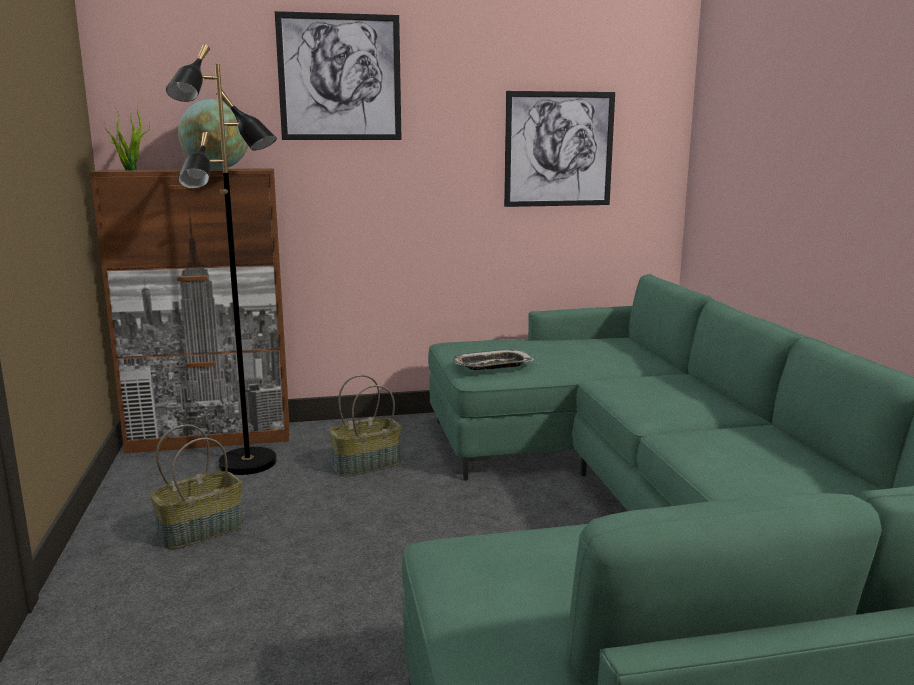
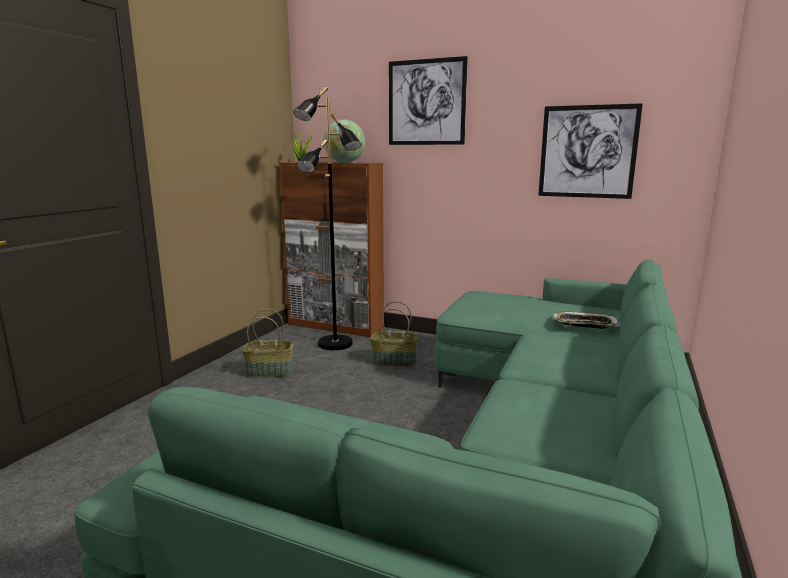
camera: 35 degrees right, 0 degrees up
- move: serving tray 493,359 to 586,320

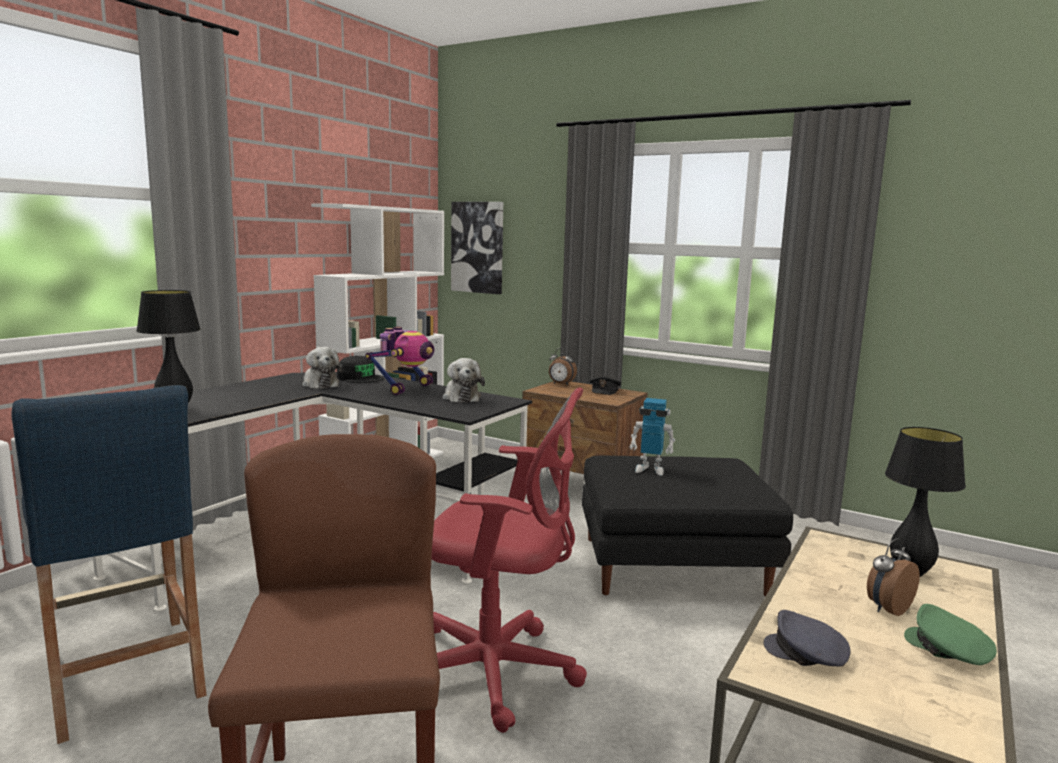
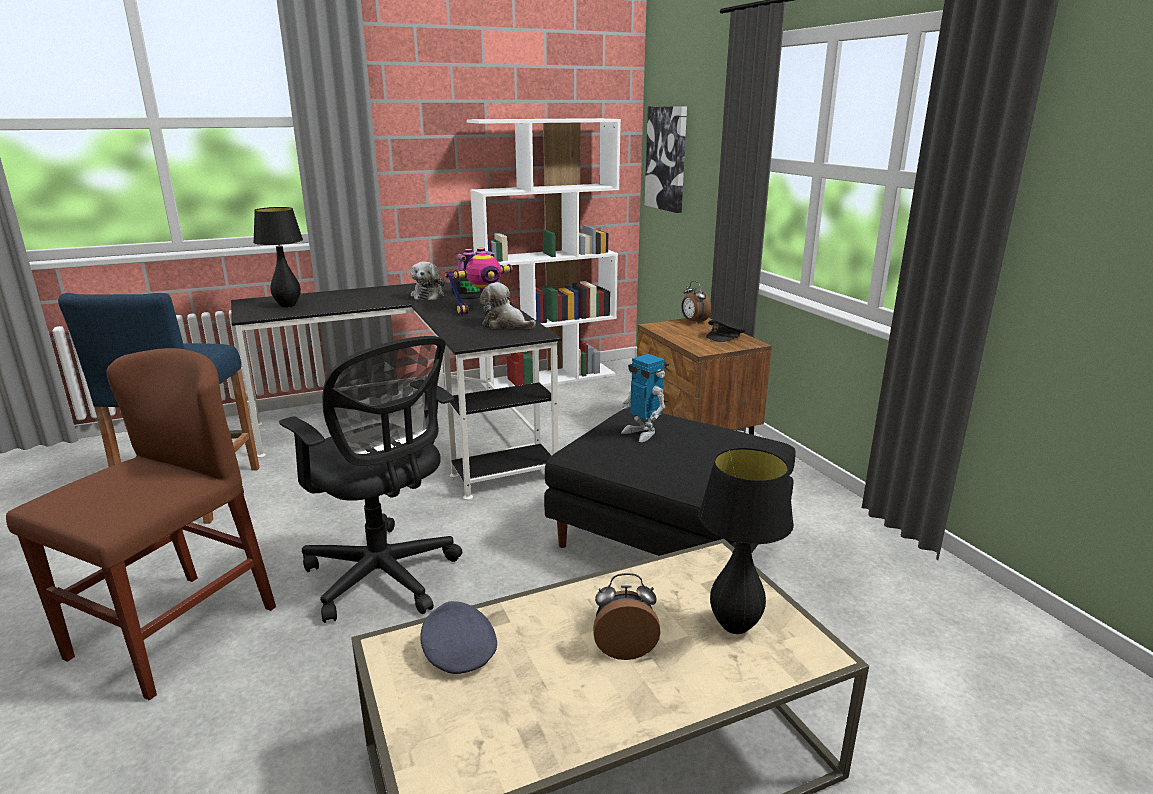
camera: 35 degrees right, 10 degrees up
- rotate: soft toy 463,380 = 508,305 105 degrees clockwise
- recolor: reddish desk chair 509,560 to blackish desk chair 371,479
- delete: green-coloured baseball cap 950,634

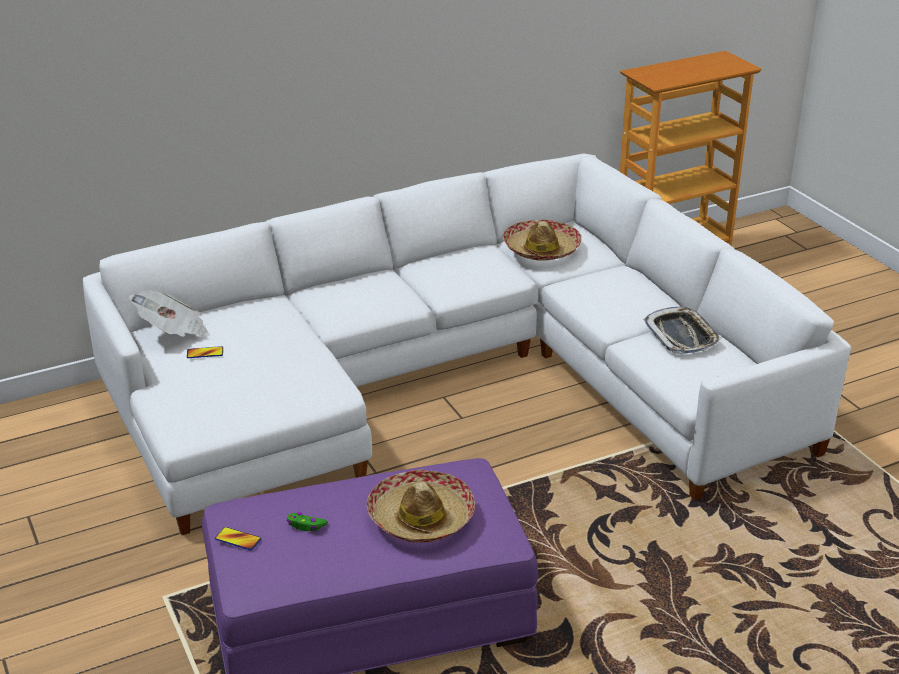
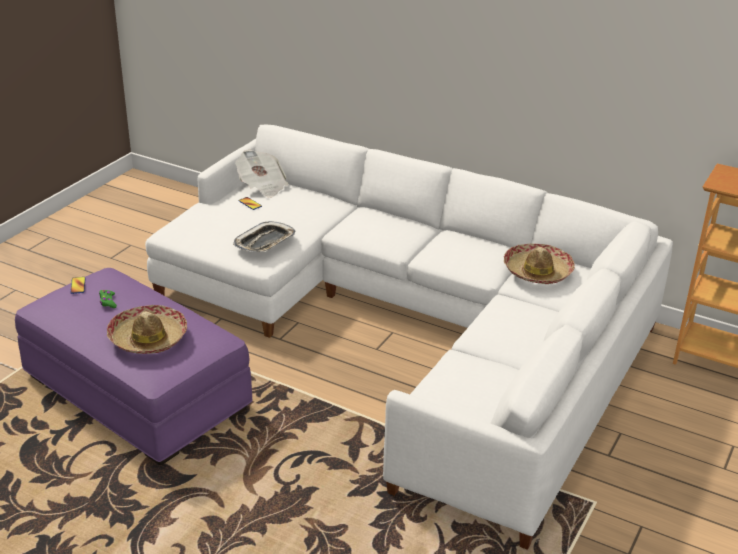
camera: 55 degrees right, 0 degrees up
- move: serving tray 682,330 to 264,236

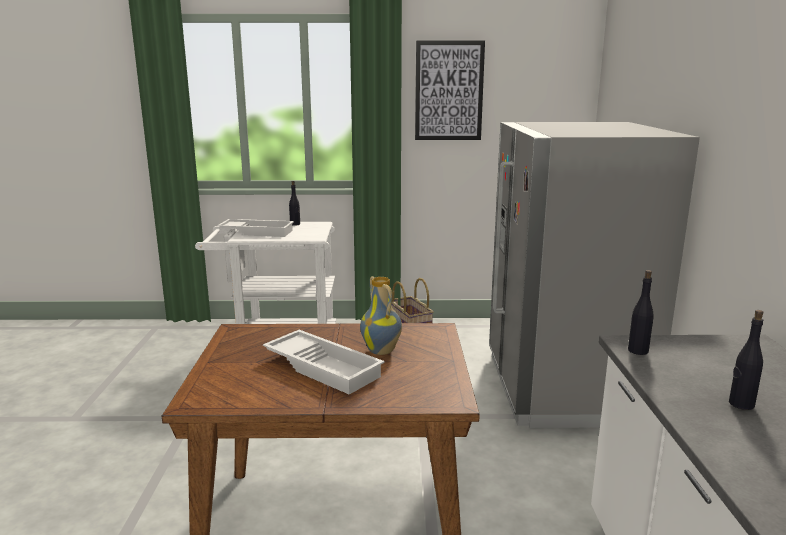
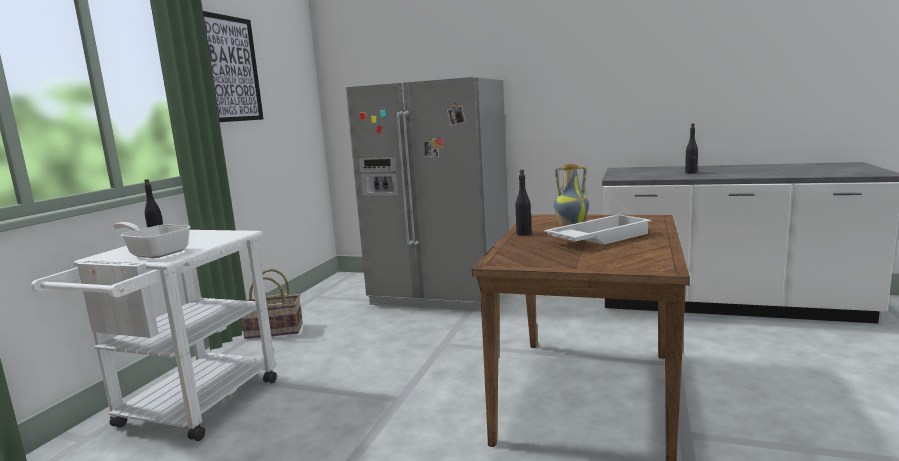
camera: 70 degrees left, 5 degrees down
- replace: white serving tray 255,228 to pan 151,240
- move: blackish beverage bottle 641,312 to 523,203

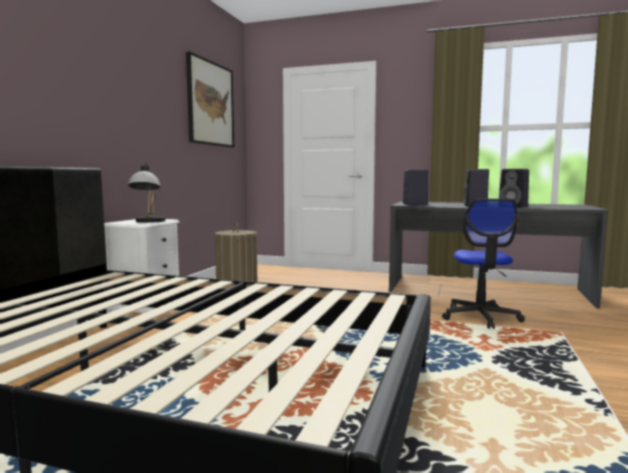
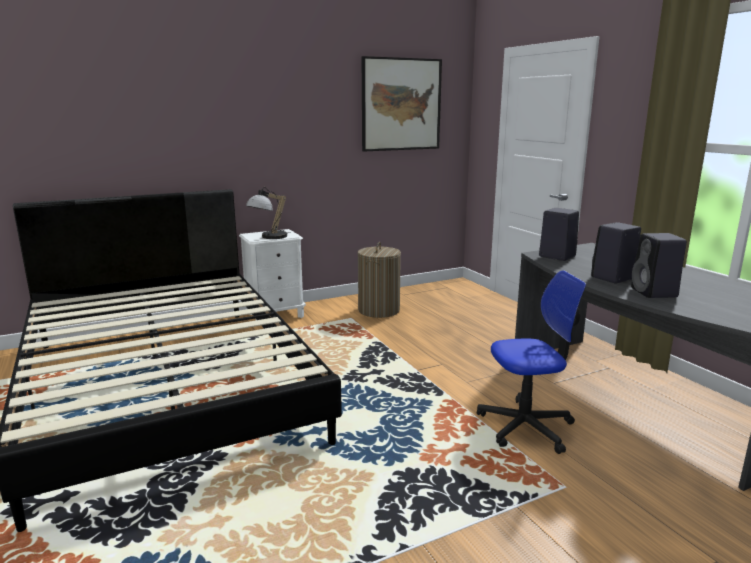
camera: 45 degrees right, 10 degrees up
- rotate: desk chair 483,264 = 531,362 150 degrees counterclockwise

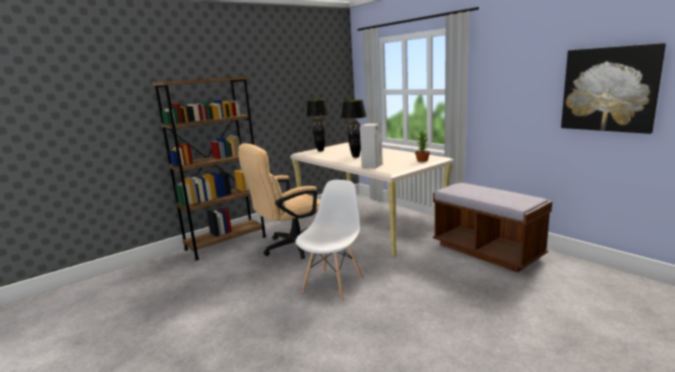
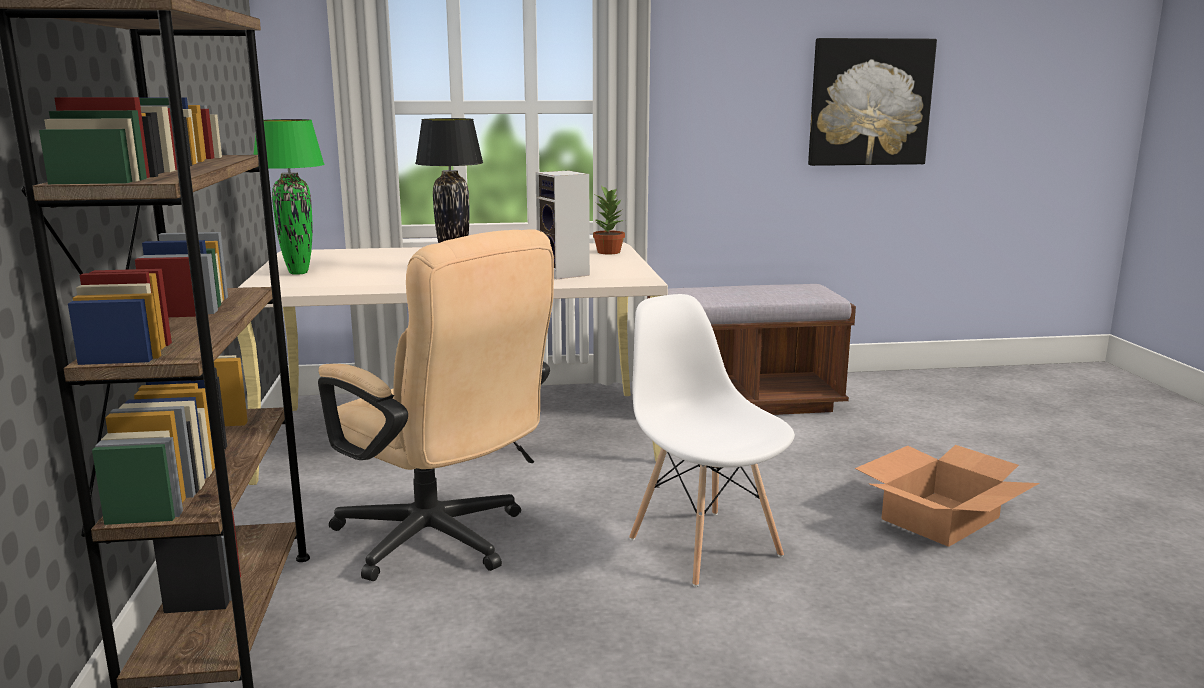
camera: 60 degrees left, 0 degrees up
- recolor: blackish lamp for a table 317,125 to green-coloured lamp for a table 289,197
- rotate: beige desk chair 279,201 = 436,405 45 degrees counterclockwise
- insert: carton 947,496

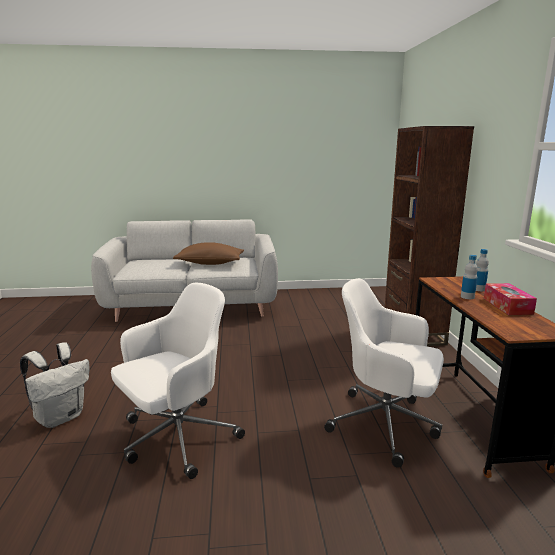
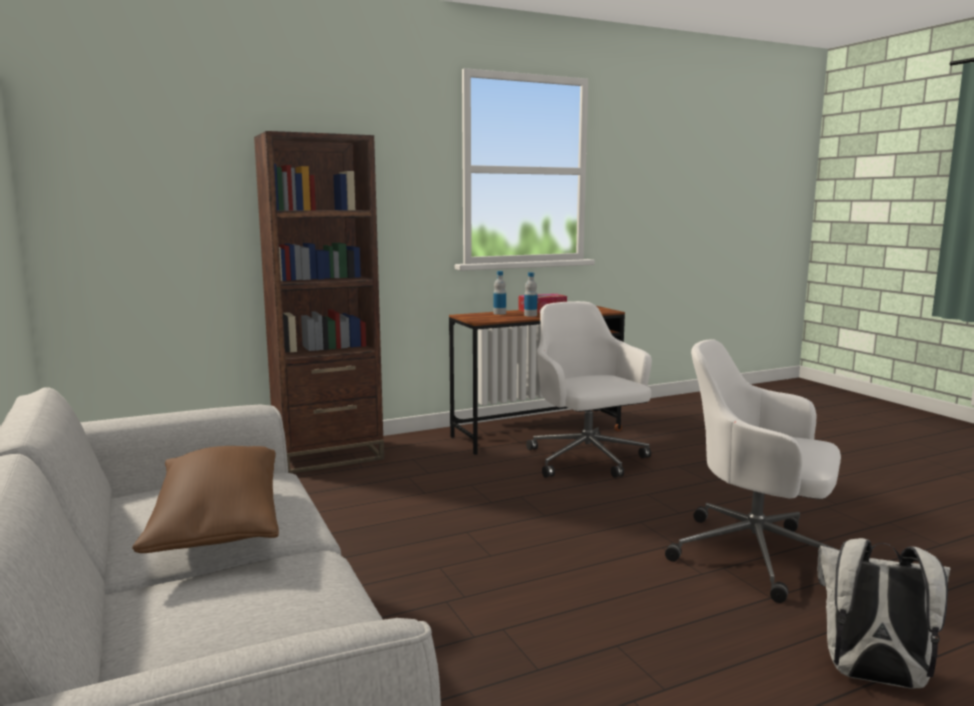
camera: 110 degrees left, 5 degrees down
- rotate: white desk chair 384,373 = 589,389 150 degrees clockwise

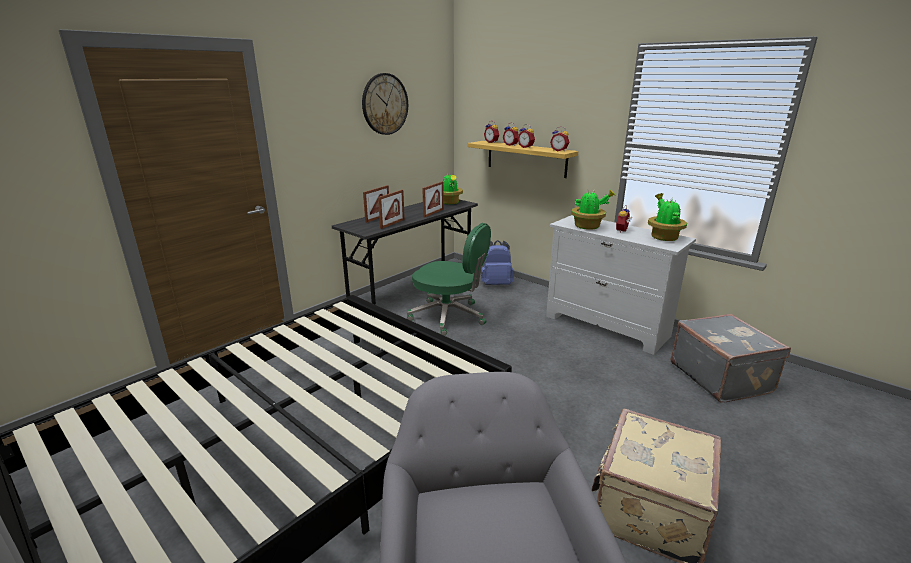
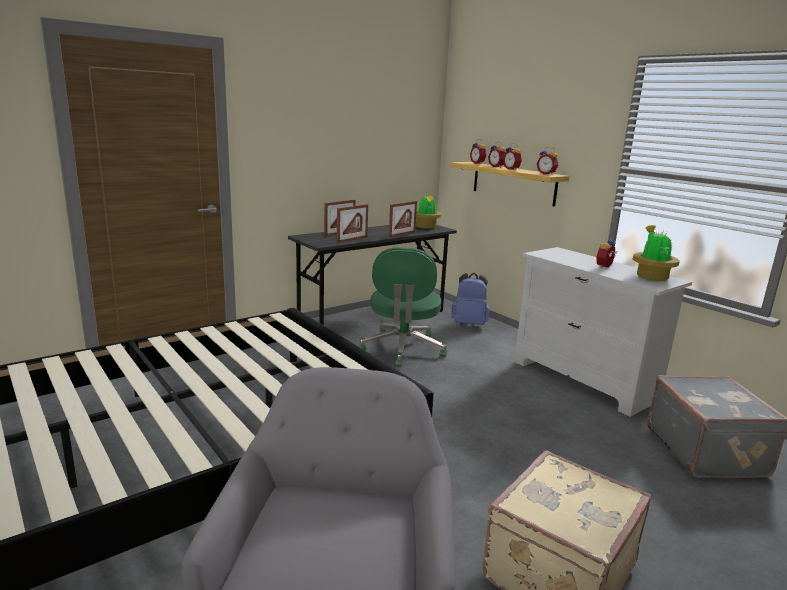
camera: 10 degrees right, 5 degrees down
- delete: wall clock 385,104
- delete: houseplant 593,210
- rotate: green-coloured desk chair 449,279 = 403,307 60 degrees clockwise

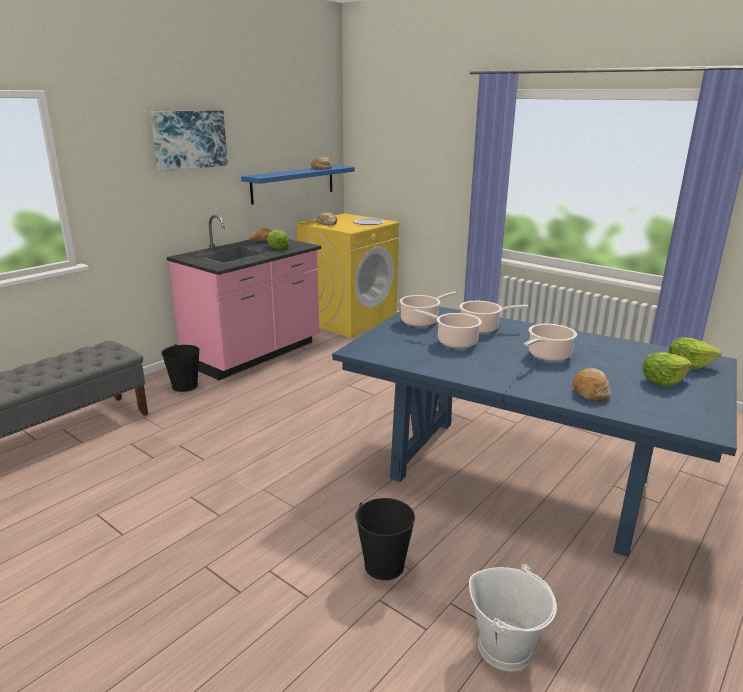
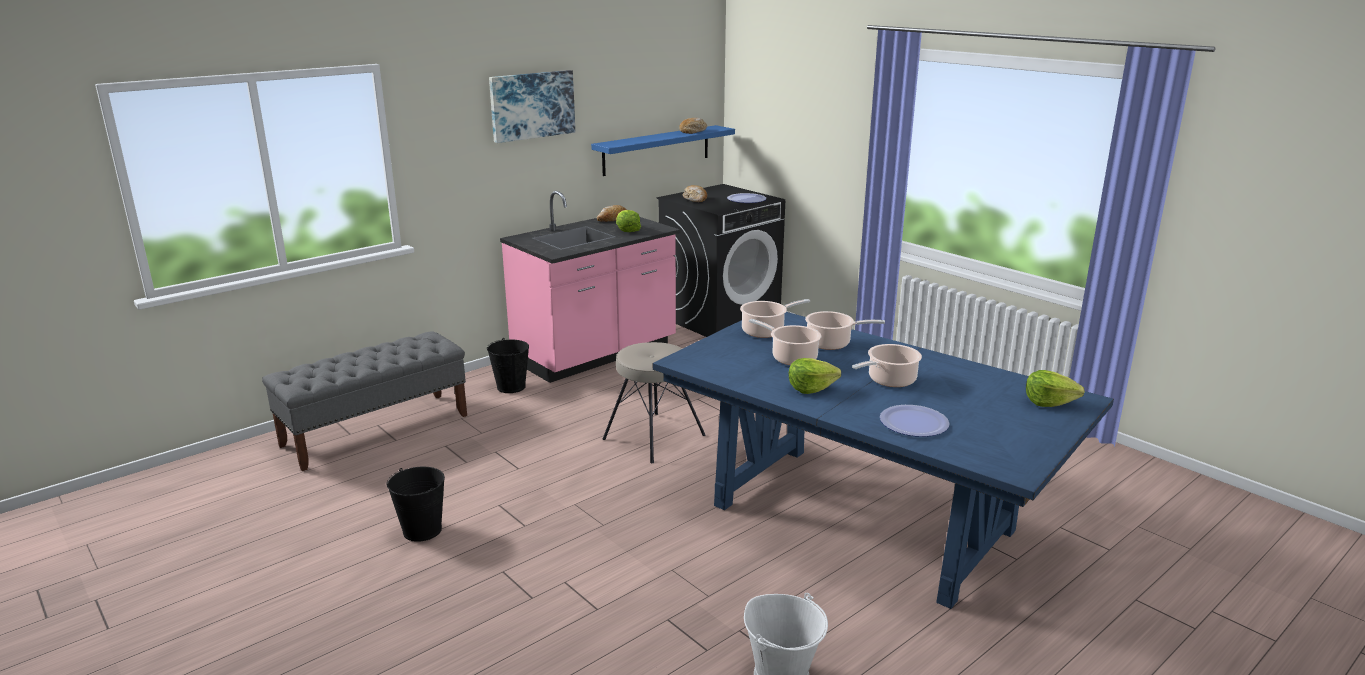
camera: 10 degrees right, 0 degrees up
- recolor: yellowish laundry appliance 347,275 to blackish laundry appliance 721,260
- move: lettuce 667,369 to 815,376
- replace: bakery bread 592,385 to plate 915,421
- move: blackish pail 385,539 to 415,504
- insert: beige stool 654,402

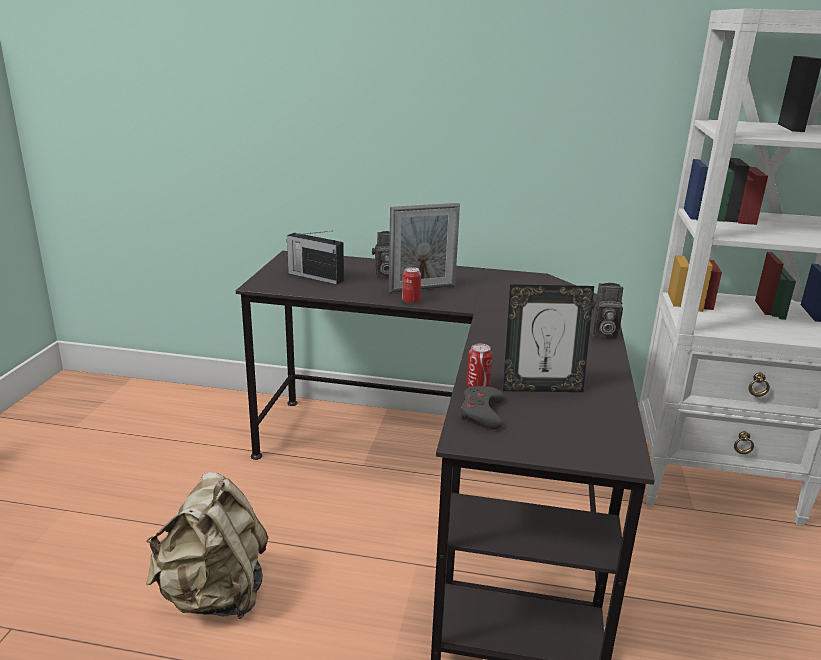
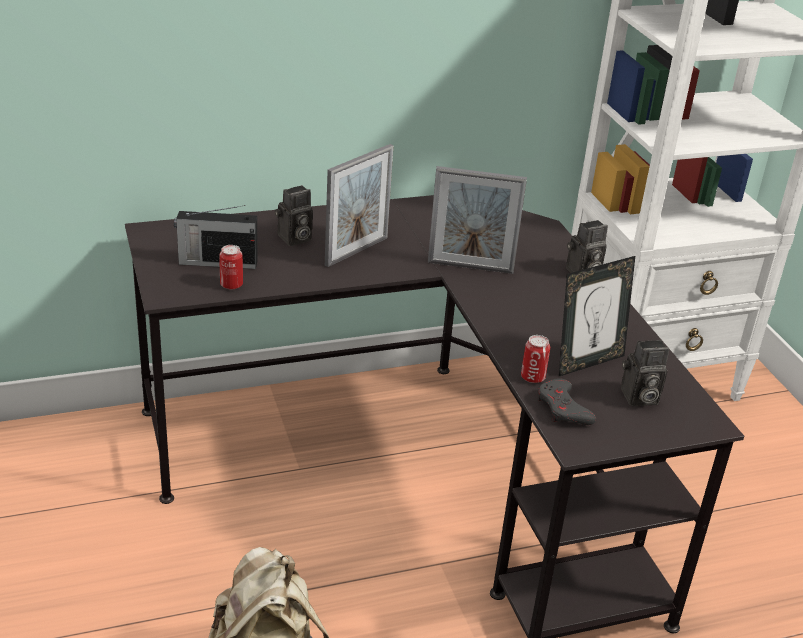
camera: 30 degrees left, 10 degrees up
- move: metal can 411,285 to 231,267
- insert: standing frame 477,220
- insert: photo camera 645,373

